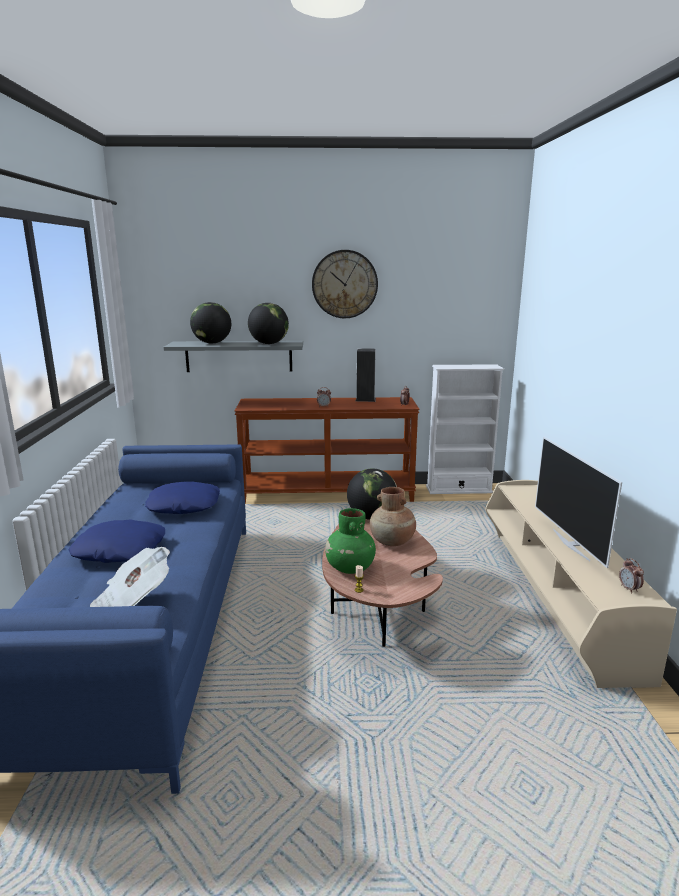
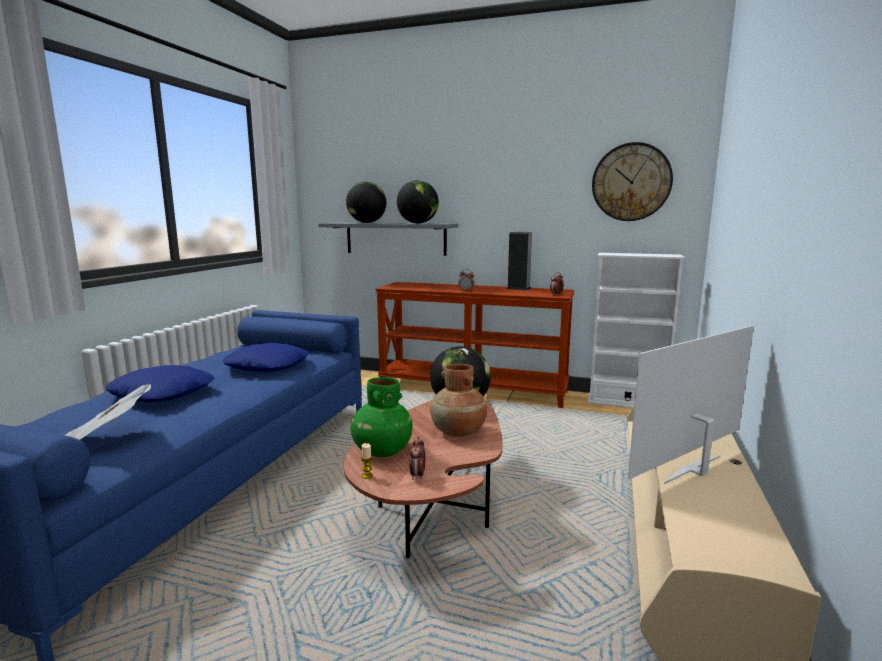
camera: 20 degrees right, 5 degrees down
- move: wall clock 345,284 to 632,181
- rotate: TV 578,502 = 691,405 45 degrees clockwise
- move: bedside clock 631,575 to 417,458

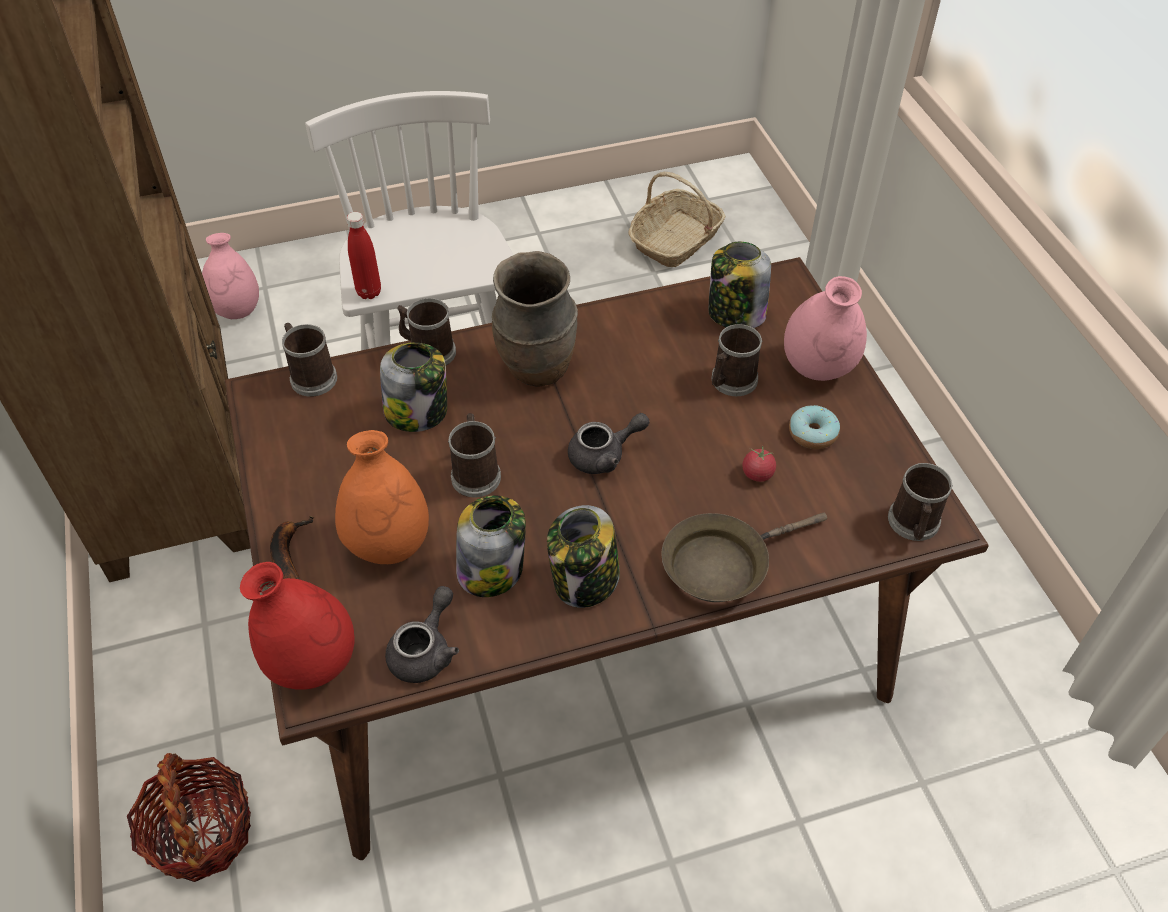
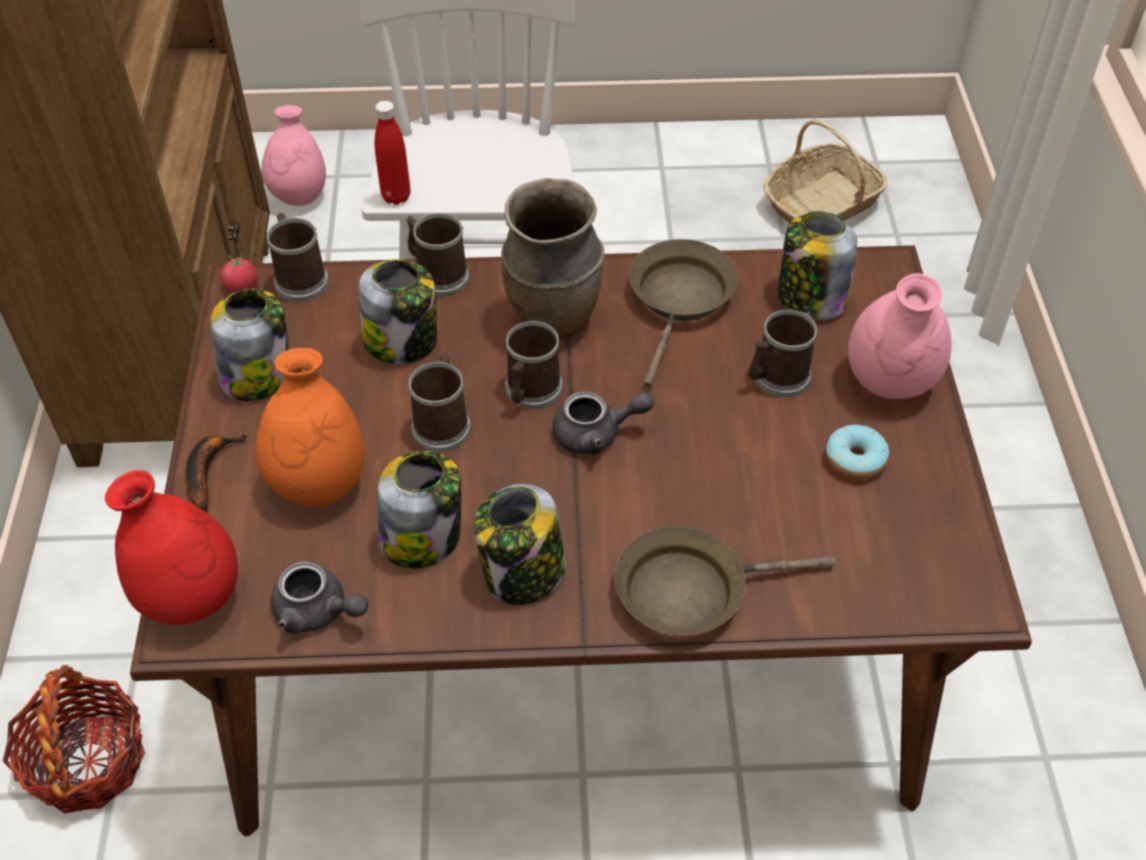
camera: 15 degrees right, 0 degrees up
- move: whole tomato 759,463 to 239,273
- move: coffee mug 920,502 to 533,365
- rotate: grey tea pot 422,634 = 319,598 75 degrees clockwise
- insert: brown pan 683,313
- insert: jar 249,345

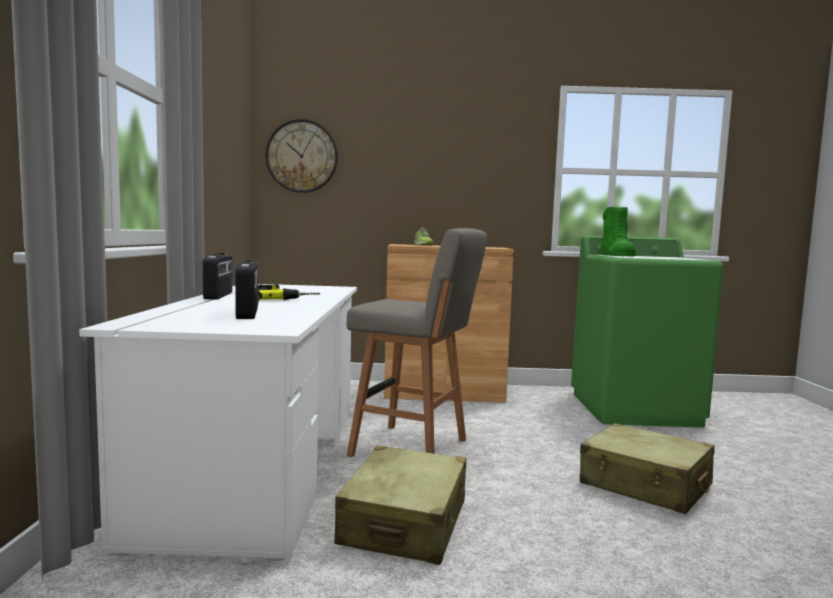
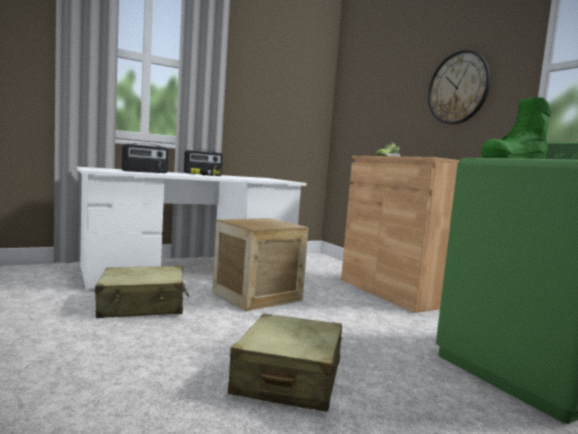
camera: 60 degrees right, 0 degrees up
- move: wall clock 302,156 to 459,87
- replace: grey stool 417,342 to shipping crate 260,264

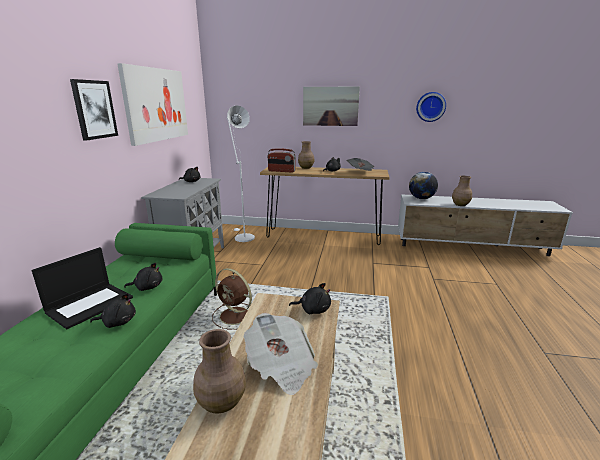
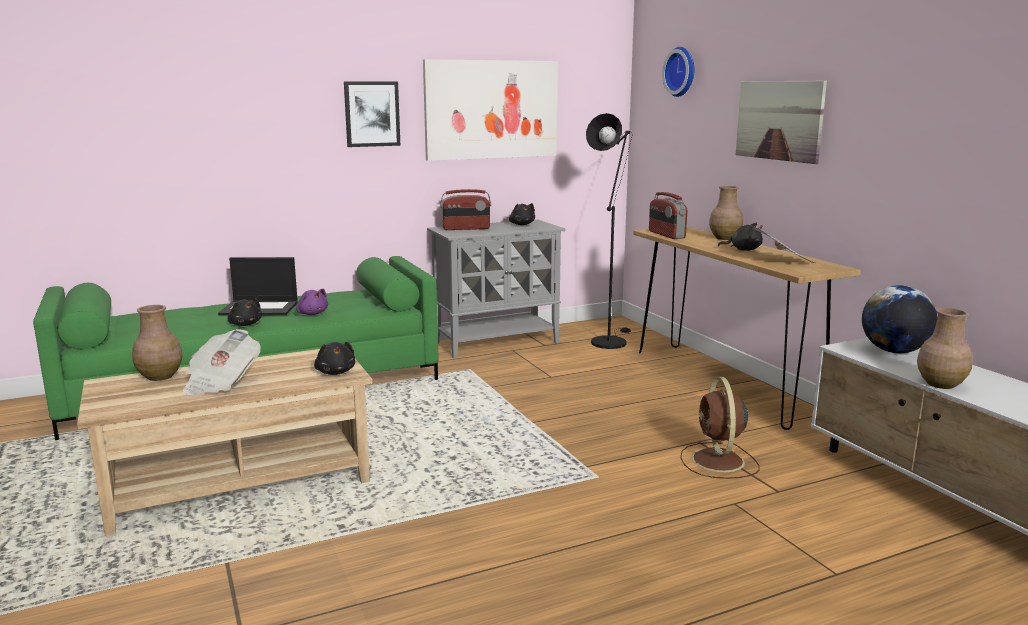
camera: 55 degrees right, 5 degrees down
- move: wall clock 431,107 to 678,72
- recolor: white floor lamp 240,173 to blackish floor lamp 609,231
- recolor: blackish soft toy 143,277 to purple soft toy 312,301
- move: brown electric fan 232,299 to 720,428
- insert: radio 465,209

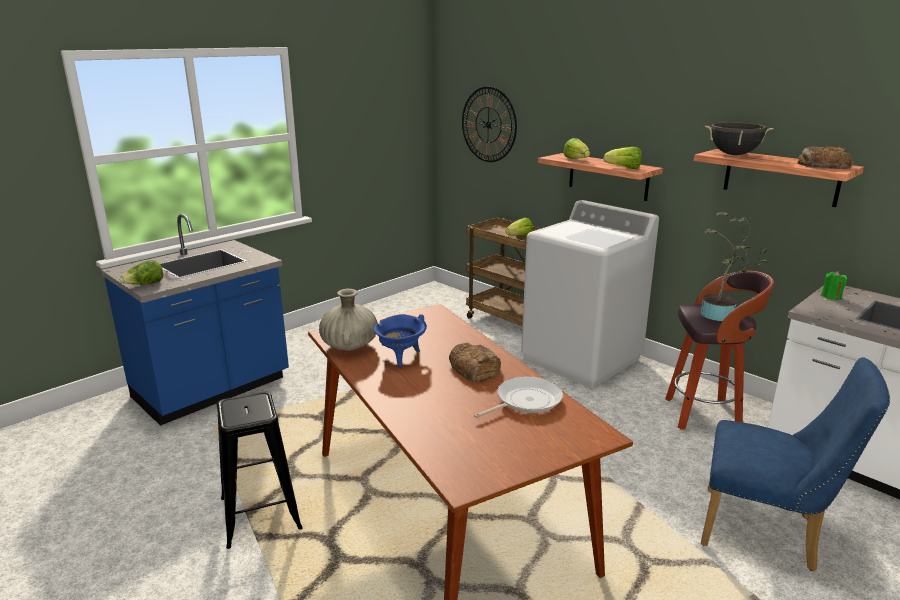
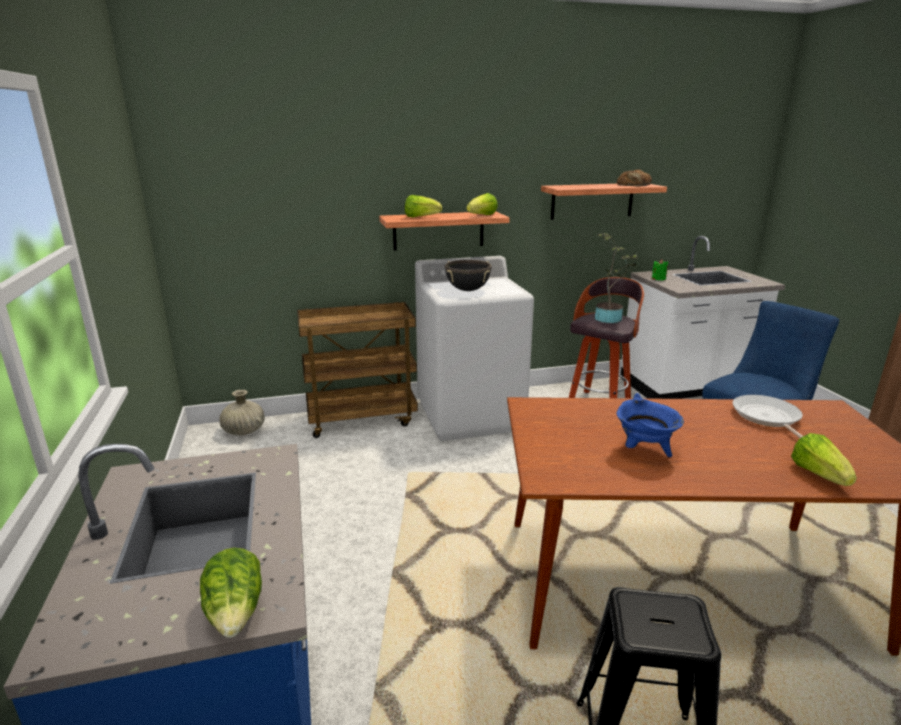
camera: 60 degrees left, 0 degrees up
- delete: wall clock 489,124
- move: blackish stockpot 739,138 to 468,275
- move: lettuce 519,226 to 824,459
- move: beige flower vase 348,320 to 242,412
- delete: bakery bread 475,362

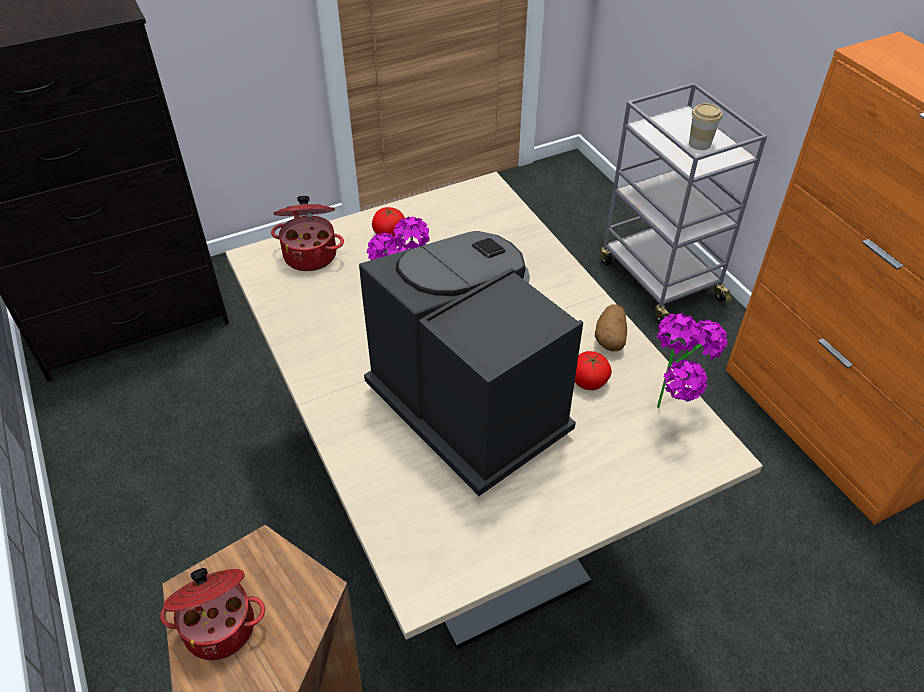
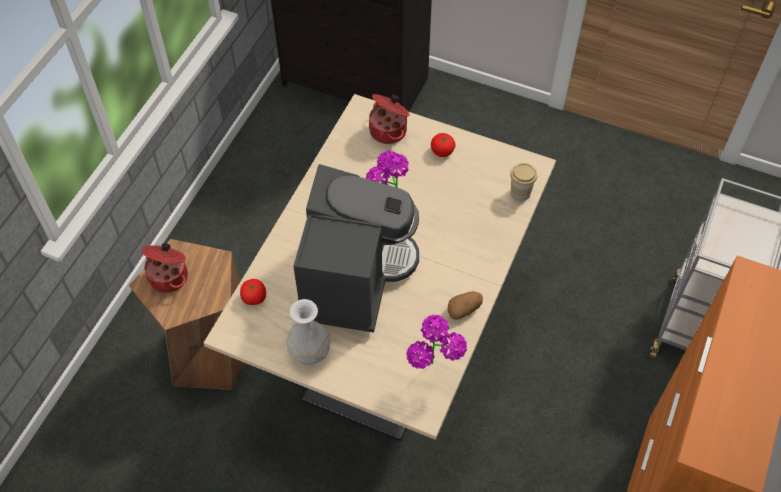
camera: 50 degrees right, 10 degrees up
- move: drinking cup 705,126 to 523,182
- move: whole tomato 593,370 to 253,292
- insert: white flower vase 308,332

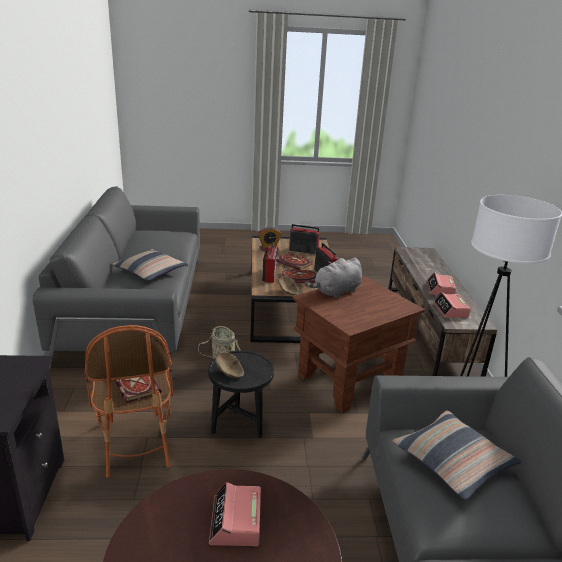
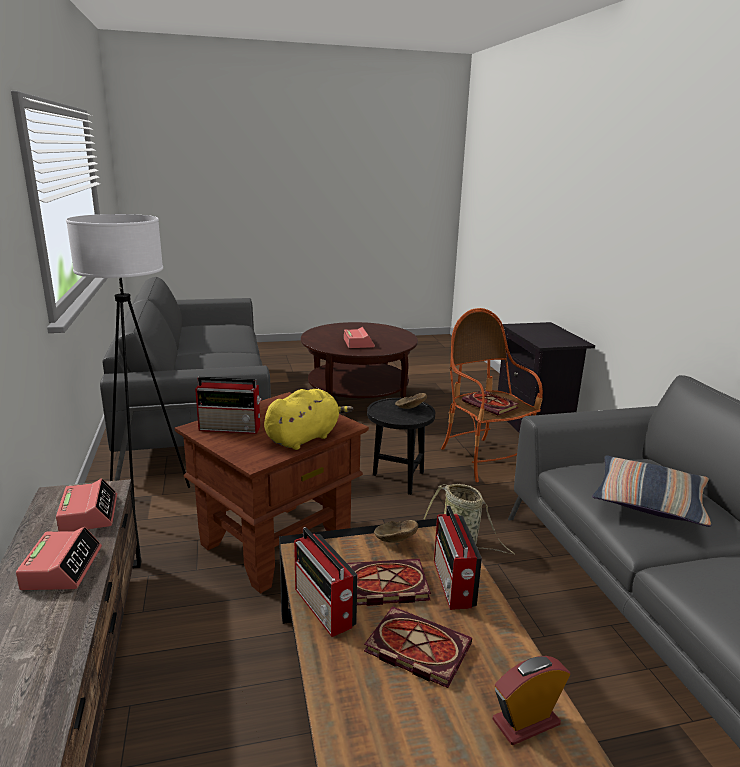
camera: 170 degrees right, 5 degrees down
- move: radio 304,239 to 228,405
- recolor: grey soft toy 333,278 to yellowish soft toy 308,419
- delete: cushion 456,455

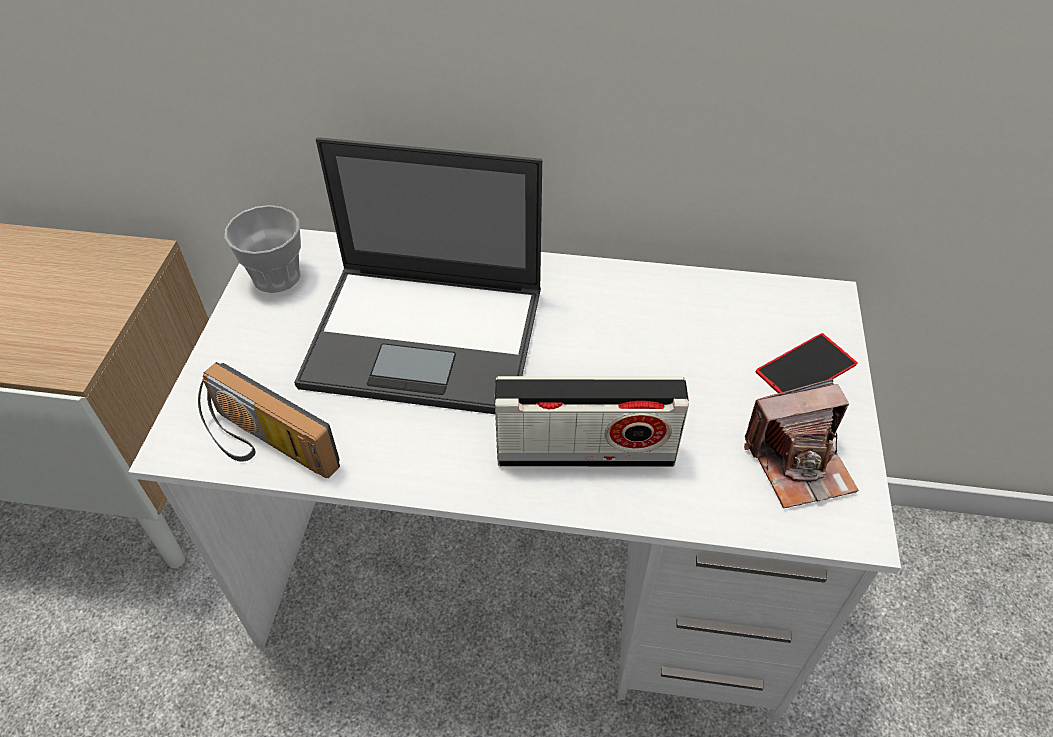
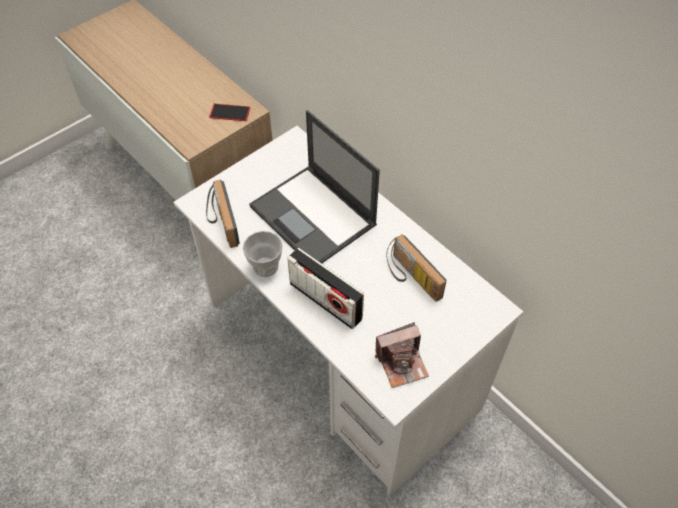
camera: 40 degrees right, 5 degrees up
- move: drinking cup 263,249 to 263,254
- move: phone 807,363 to 229,112
- rotate: photo camera 801,443 = 402,355 45 degrees counterclockwise
- insert: radio 416,268

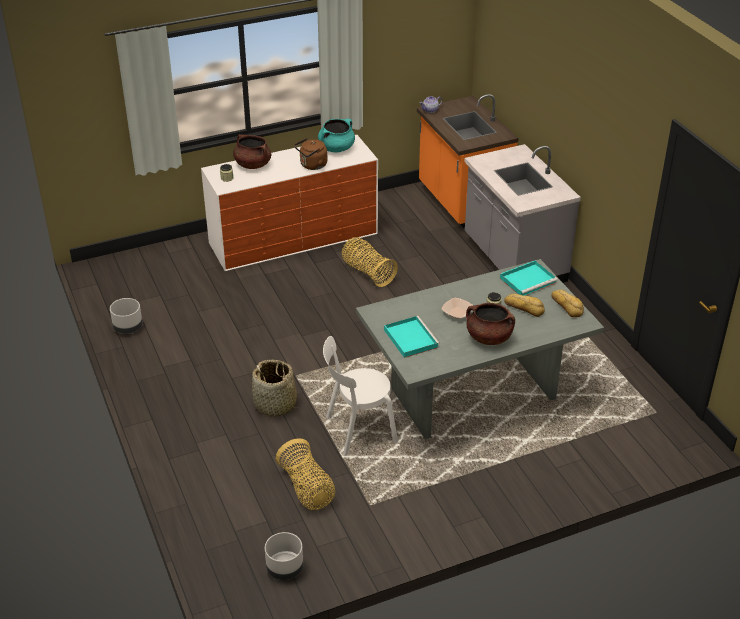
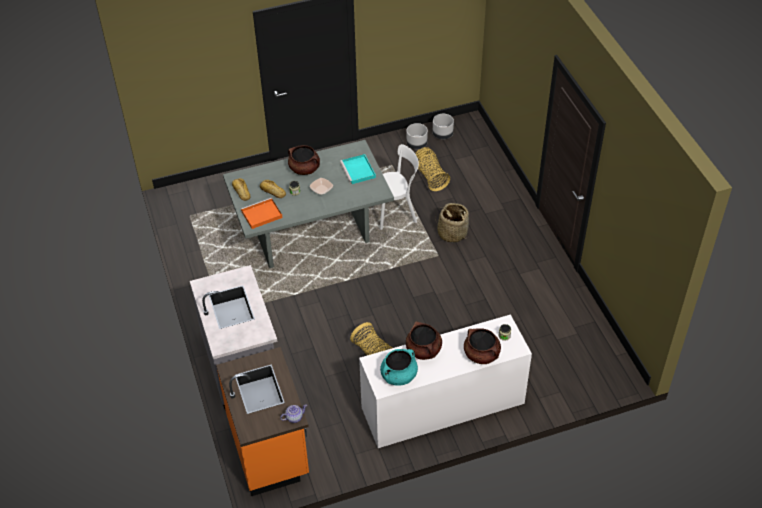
camera: 175 degrees left, 10 degrees up
- replace: brown tea kettle 311,154 to brown stockpot 424,340
- recolor: turquoise-coloured serving tray 528,278 to orangey serving tray 262,213
- move: grey planter 126,316 to 417,136

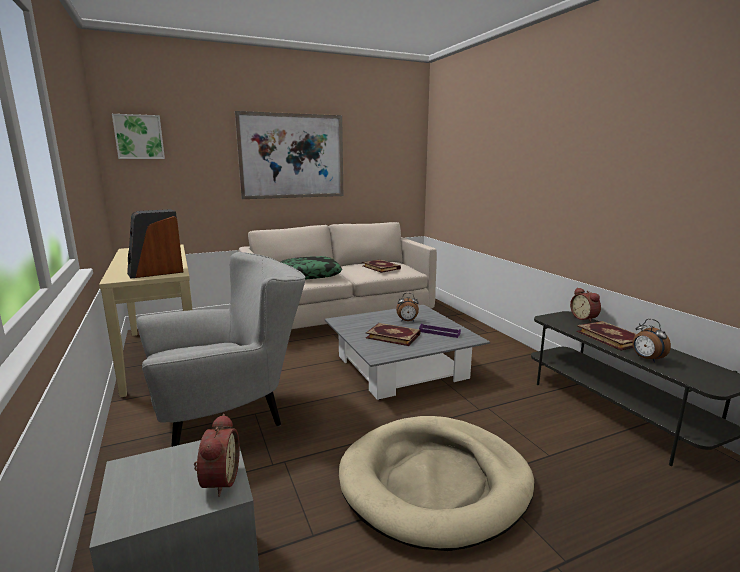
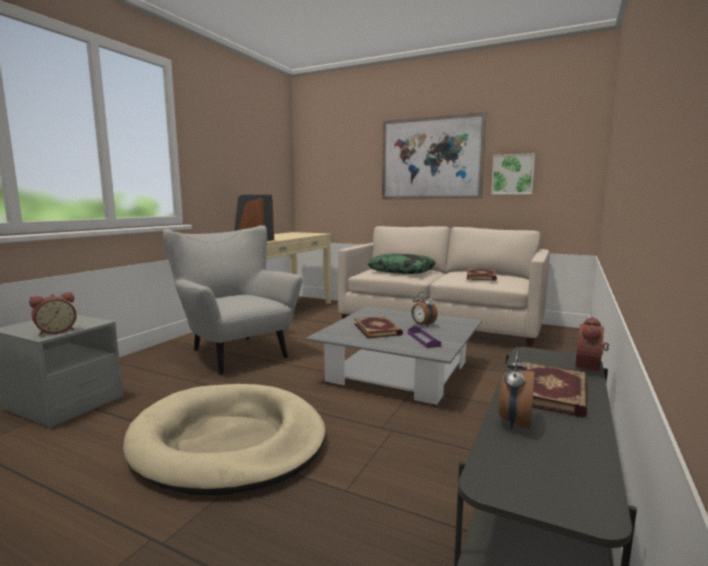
camera: 50 degrees right, 5 degrees down
- move: picture 138,136 to 513,174
- rotate: grey lounge chair 221,349 = 233,300 150 degrees counterclockwise

